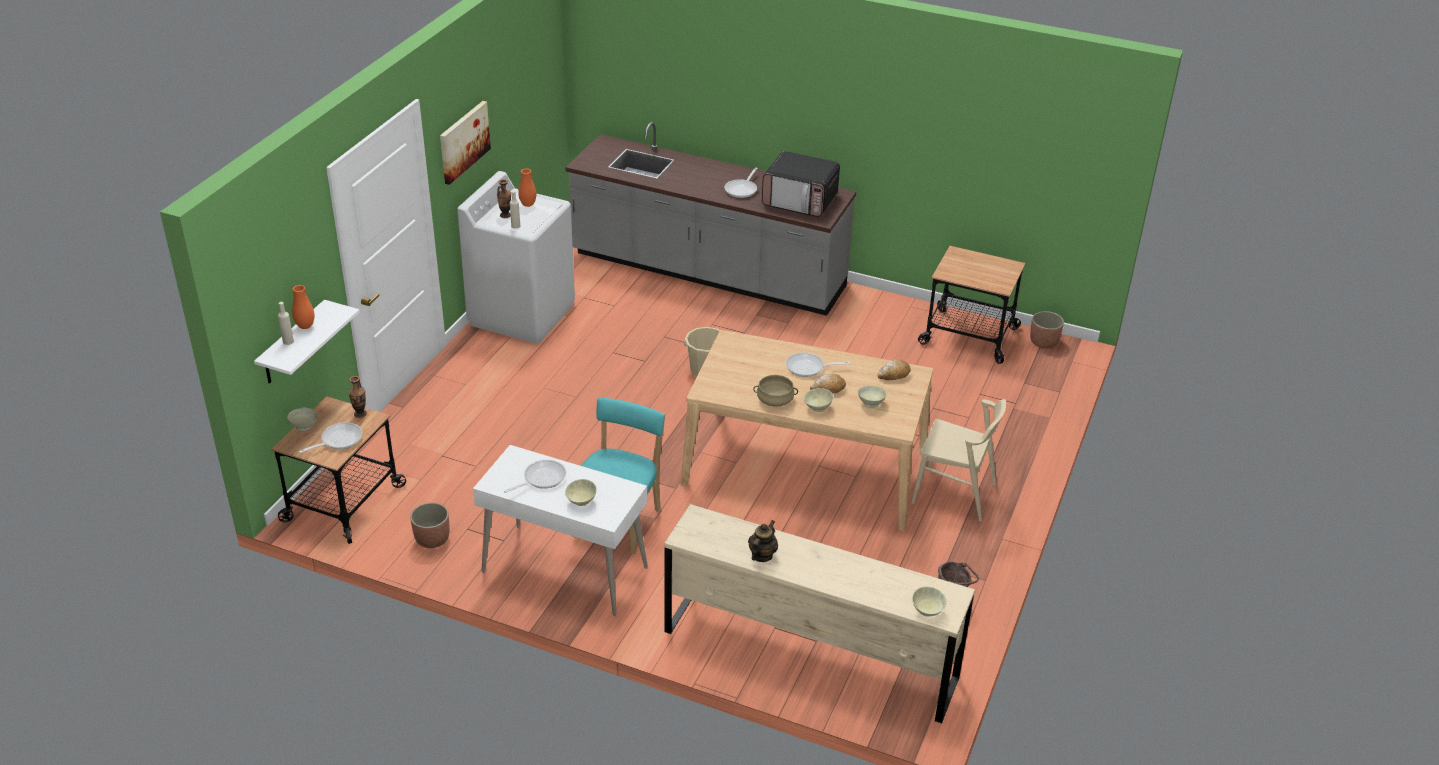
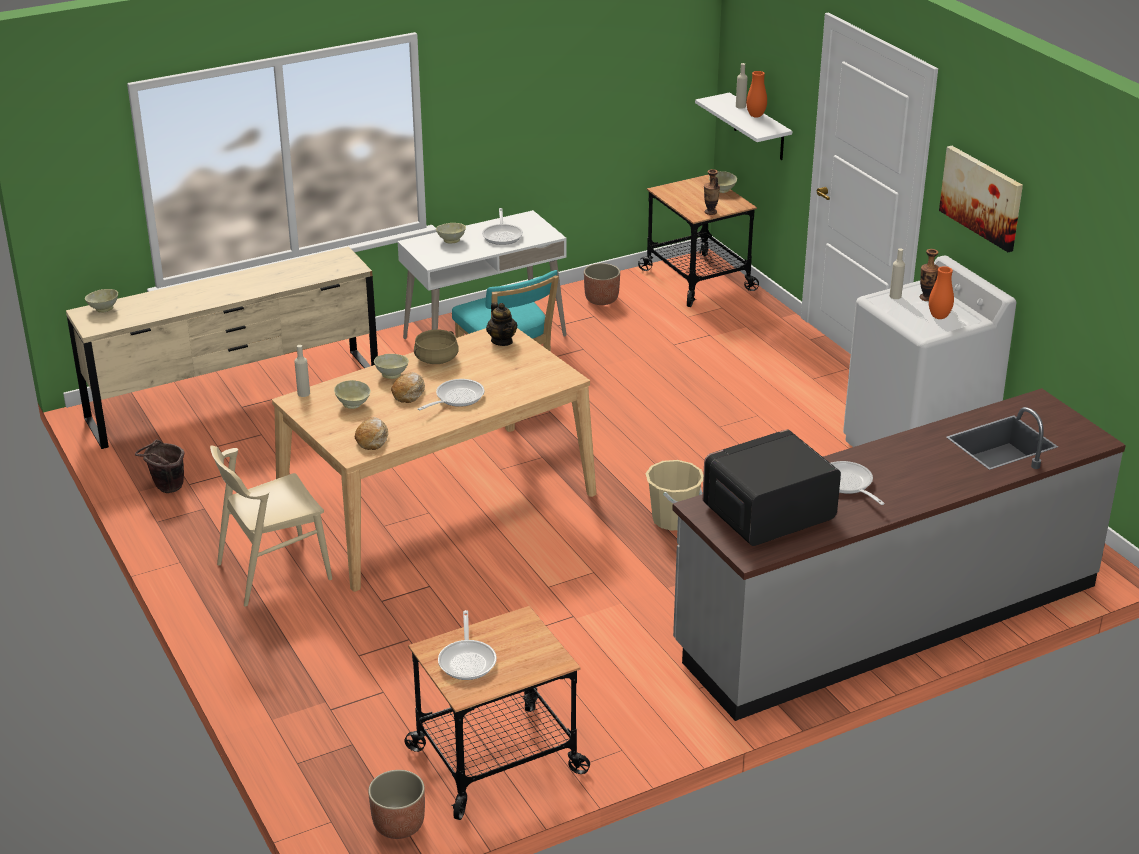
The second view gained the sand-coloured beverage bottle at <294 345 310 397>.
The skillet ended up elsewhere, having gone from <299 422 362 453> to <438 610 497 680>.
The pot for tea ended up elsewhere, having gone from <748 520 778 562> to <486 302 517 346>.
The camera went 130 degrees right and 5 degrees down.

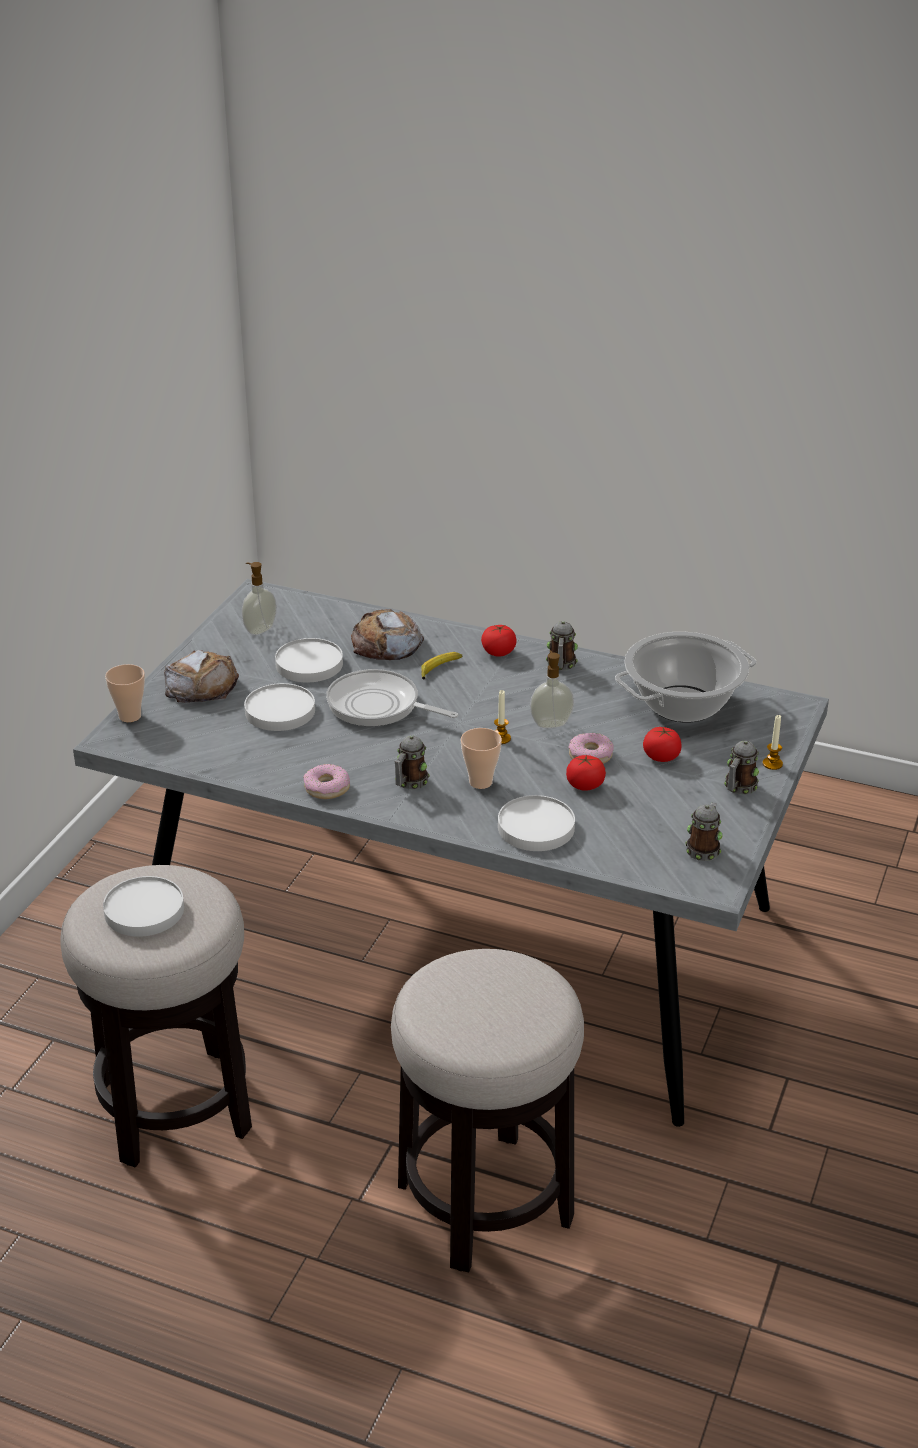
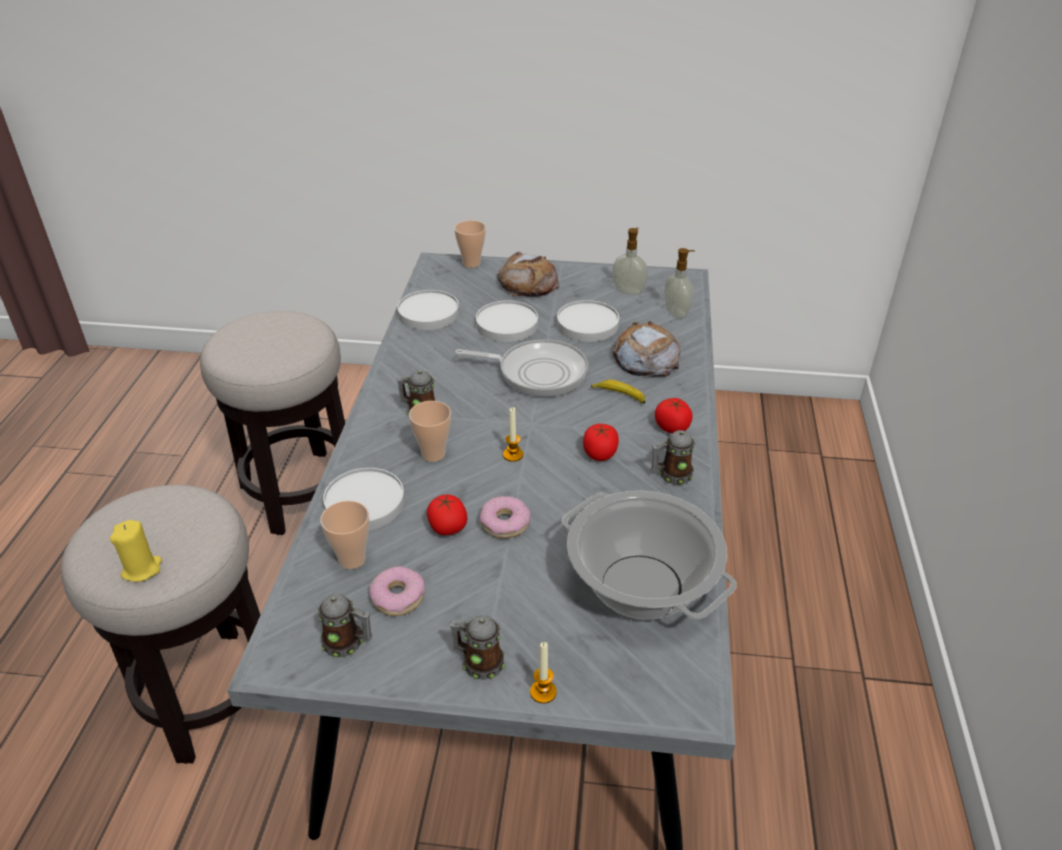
The second view gained the yellow candle at <110 520 162 582>.
The second view gained the small cup at <320 501 369 569>.
The whitish flat dish ended up elsewhere, having gone from <103 876 184 937> to <397 290 459 330>.
The ring doughnut ended up elsewhere, having gone from <303 764 350 799> to <369 566 425 616>.
The soap bottle ended up elsewhere, having gone from <530 651 574 728> to <664 248 695 318>.
The whole tomato ended up elsewhere, having gone from <643 727 681 762> to <583 424 619 461>.
The skillet at <326 669 458 726> ended up facing another way, 90 degrees clockwise from before.
The camera went 75 degrees right and 5 degrees up.

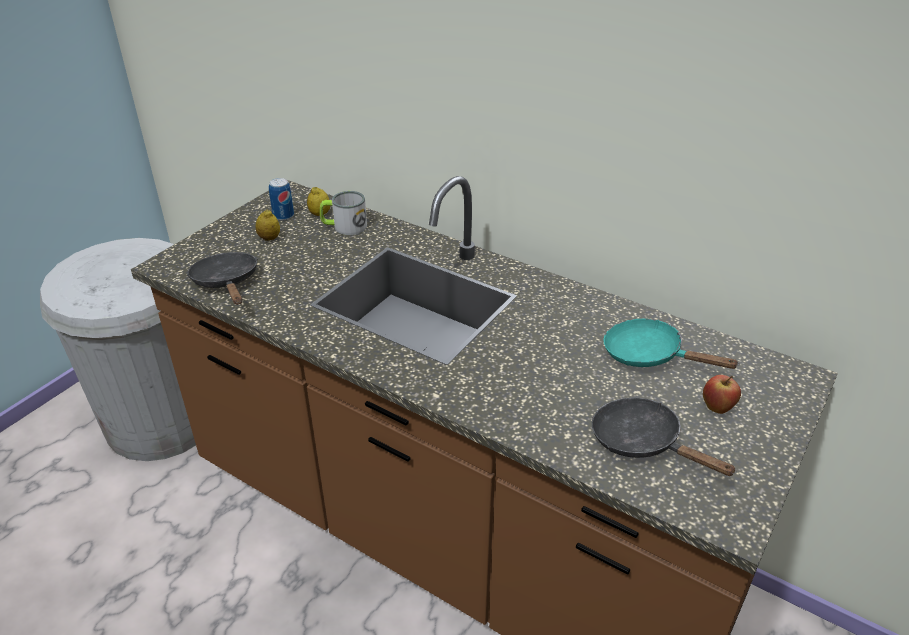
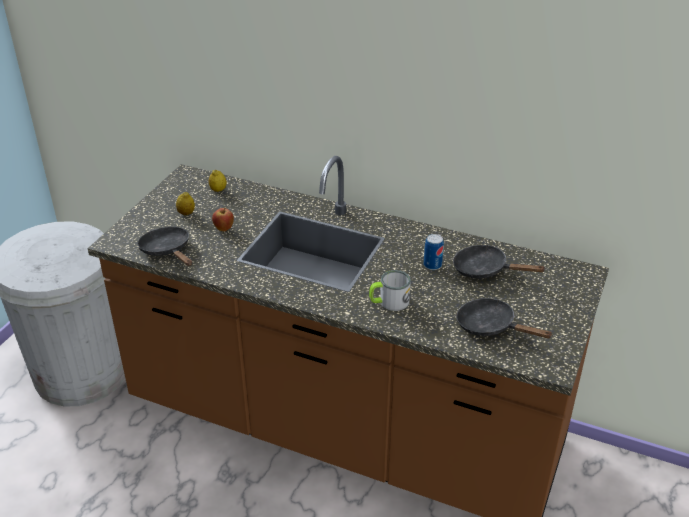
The sealed can ended up elsewhere, having gone from <269 178 294 221> to <424 234 444 270>.
The mug ended up elsewhere, having gone from <320 191 367 235> to <369 270 411 311>.
The apple ended up elsewhere, having gone from <703 375 741 414> to <212 207 234 231>.
What was the turquoise skillet at <603 319 740 369> turned into the black skillet at <453 245 546 278>.
The camera went 10 degrees left and 0 degrees up.

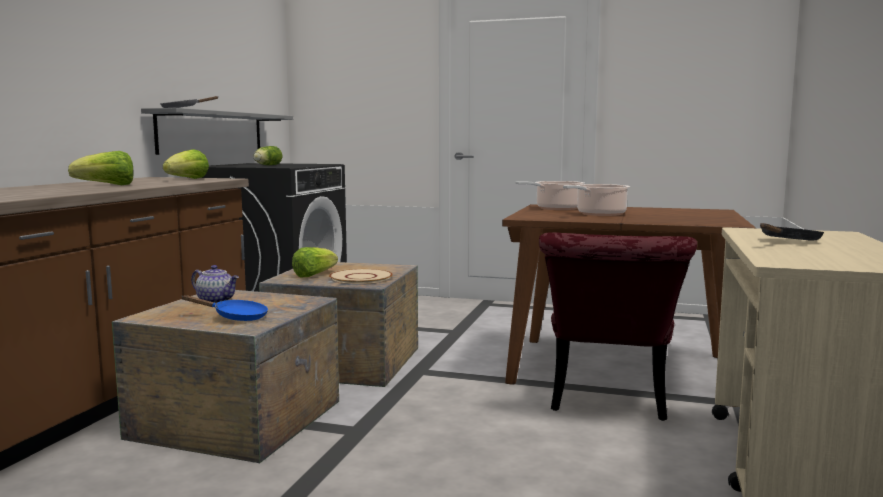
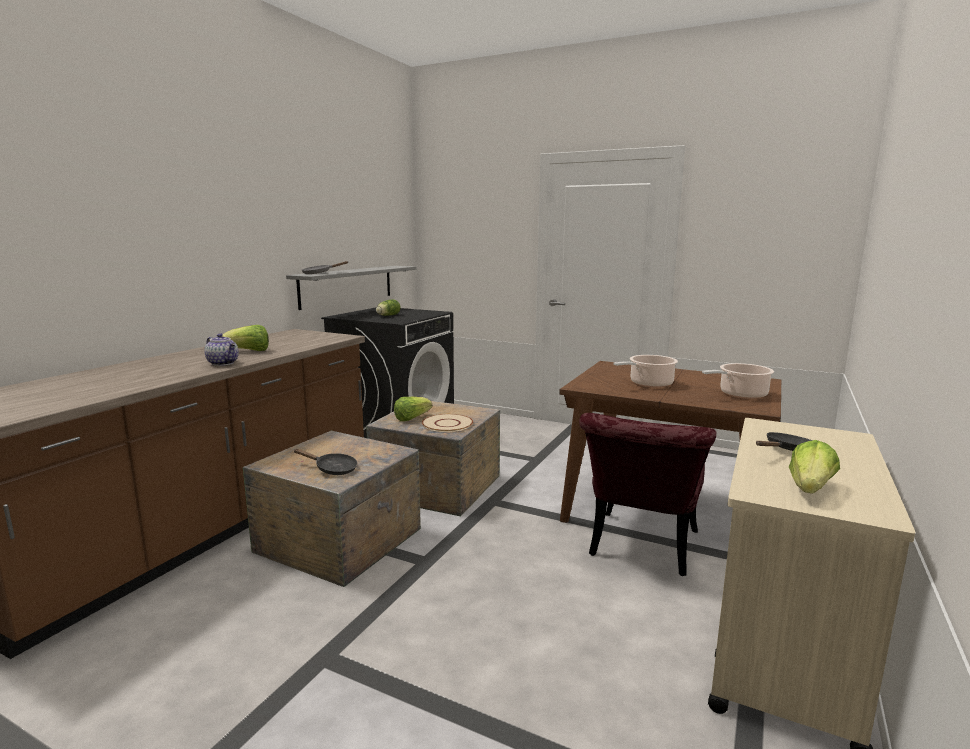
The head of lettuce ended up elsewhere, having gone from <163 149 209 179> to <789 440 840 494>.
The pot for tea ended up elsewhere, having gone from <191 265 239 303> to <204 333 239 366>.
The cooking pot ended up elsewhere, having gone from <515 181 584 210> to <702 363 774 399>.
What was the blue-coloured skillet at <181 295 268 321> turned into the black skillet at <294 449 357 475>.
The camera went 10 degrees right and 5 degrees up.

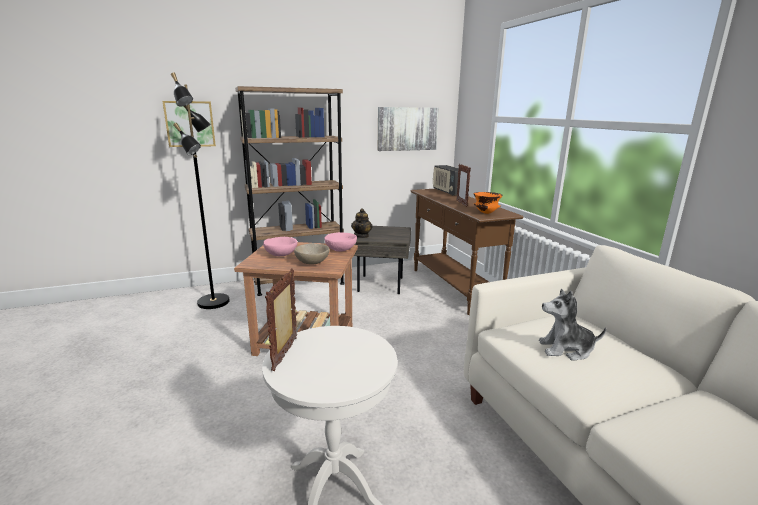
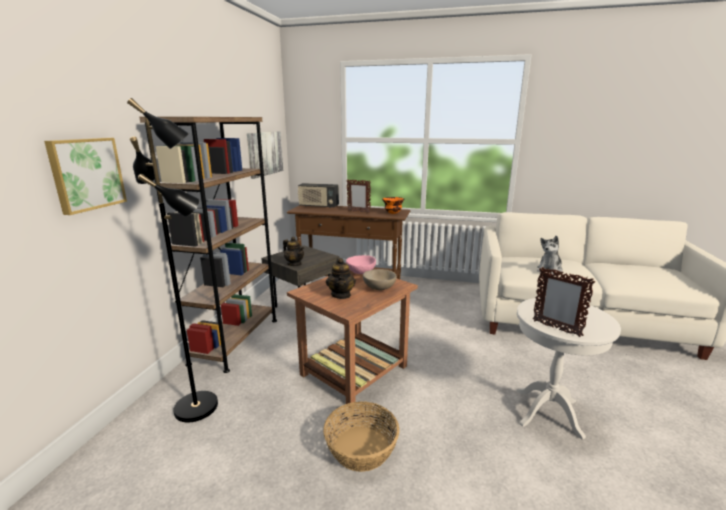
The second view gained the storage basket at <323 401 400 472>.
Where the pinkish deep dish stood at <263 237 297 256>, the pot for tea came to stand at <326 258 356 299>.
The camera went 55 degrees left and 0 degrees up.

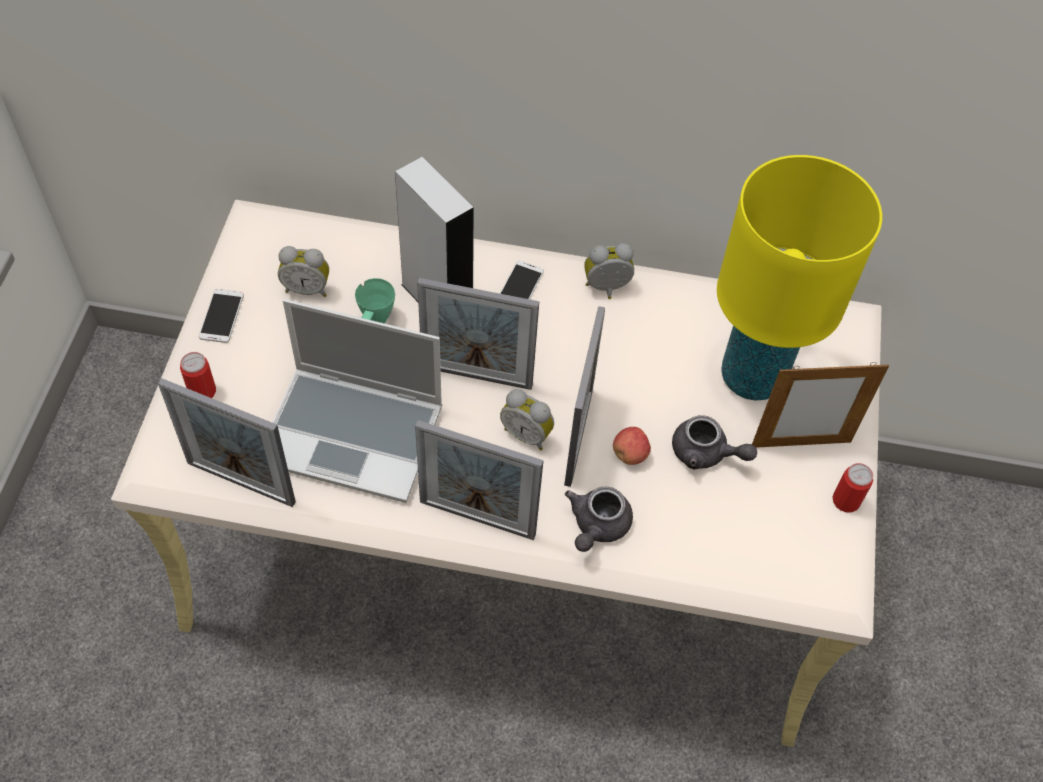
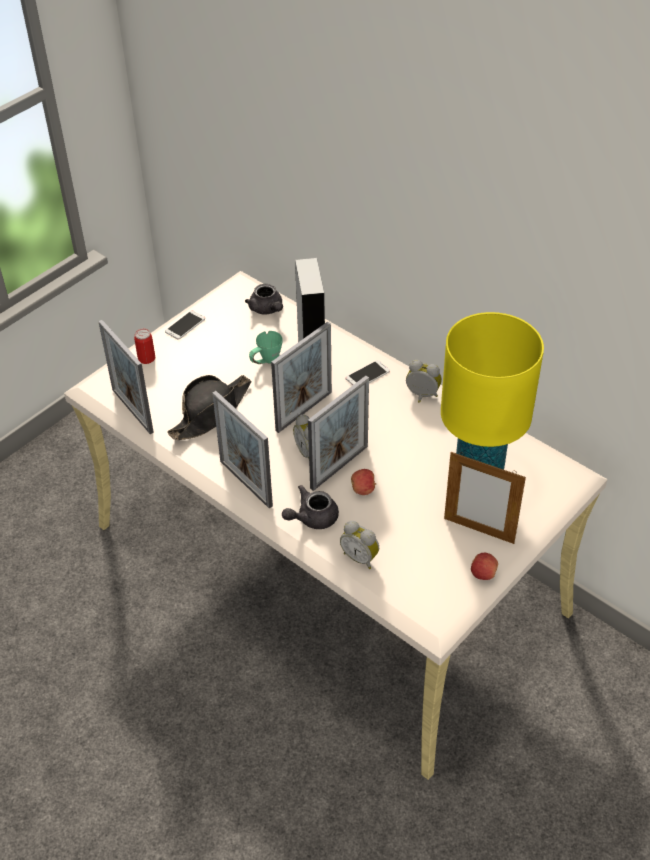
The table clock ended up elsewhere, having gone from <278 246 329 297> to <340 521 379 569>.
The greyish pot for tea ended up elsewhere, having gone from <672 415 757 470> to <245 284 283 315>.
Where the portable computer stood at <272 299 442 503>, the black wearable hat came to stand at <167 375 251 440>.
Where the sealed can stood at <832 463 873 512>, the apple came to stand at <471 553 498 580>.
The photo frame at <417 278 539 390> ended up facing another way, 90 degrees counterclockwise from before.
The camera went 35 degrees right and 10 degrees down.

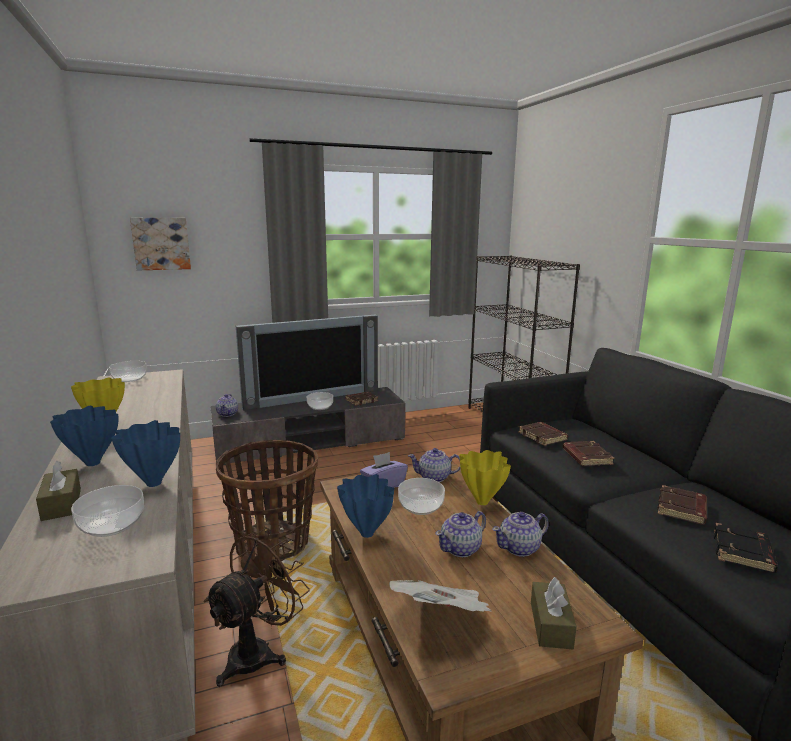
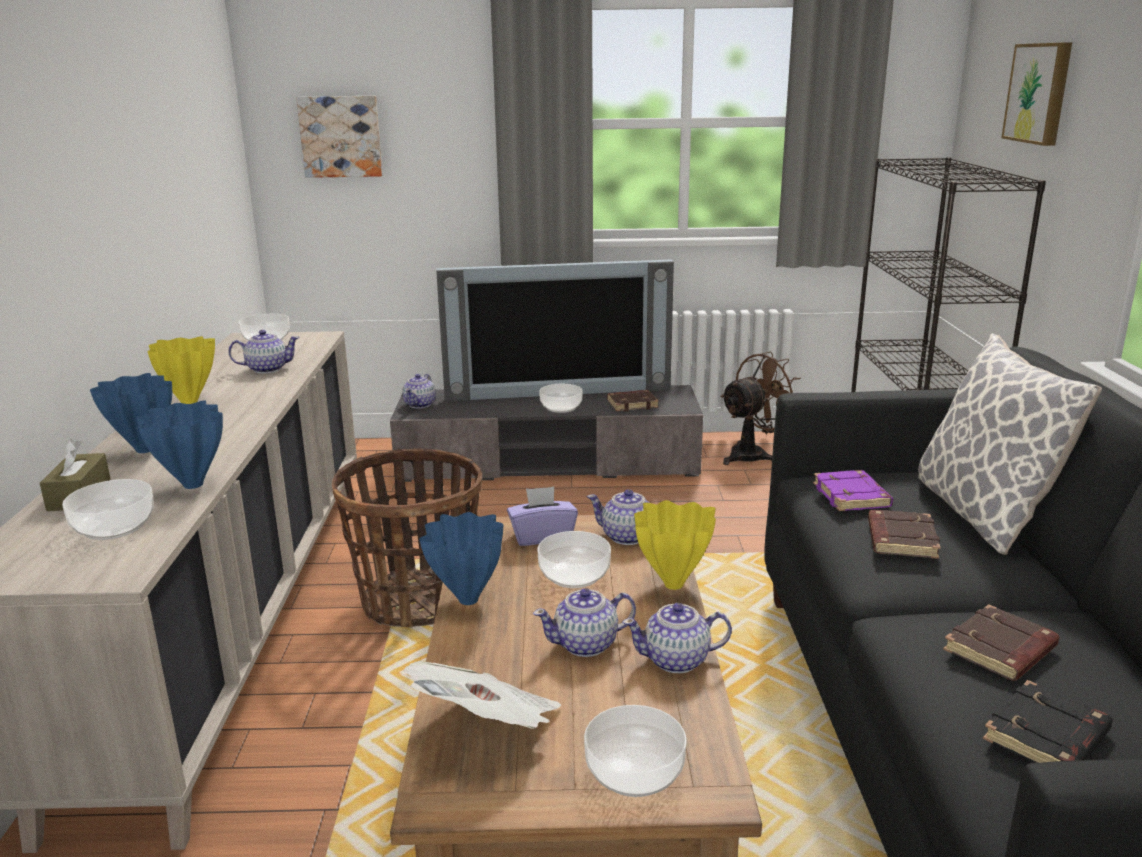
The second view gained the pot for tea at <228 330 300 373>.
The second view gained the throw pillow at <918 333 1102 555>.
The second view gained the wall picture at <1001 42 1072 146>.
The brown cooling fan ended up elsewhere, having gone from <204 528 310 687> to <720 352 801 465>.
Where the brown tissue holder stood at <531 577 577 649>, the deep dish came to stand at <584 705 687 797>.
What was the brown book at <518 422 568 446> turned into the purple-coloured book at <813 470 893 511>.
The camera went 20 degrees right and 5 degrees up.

